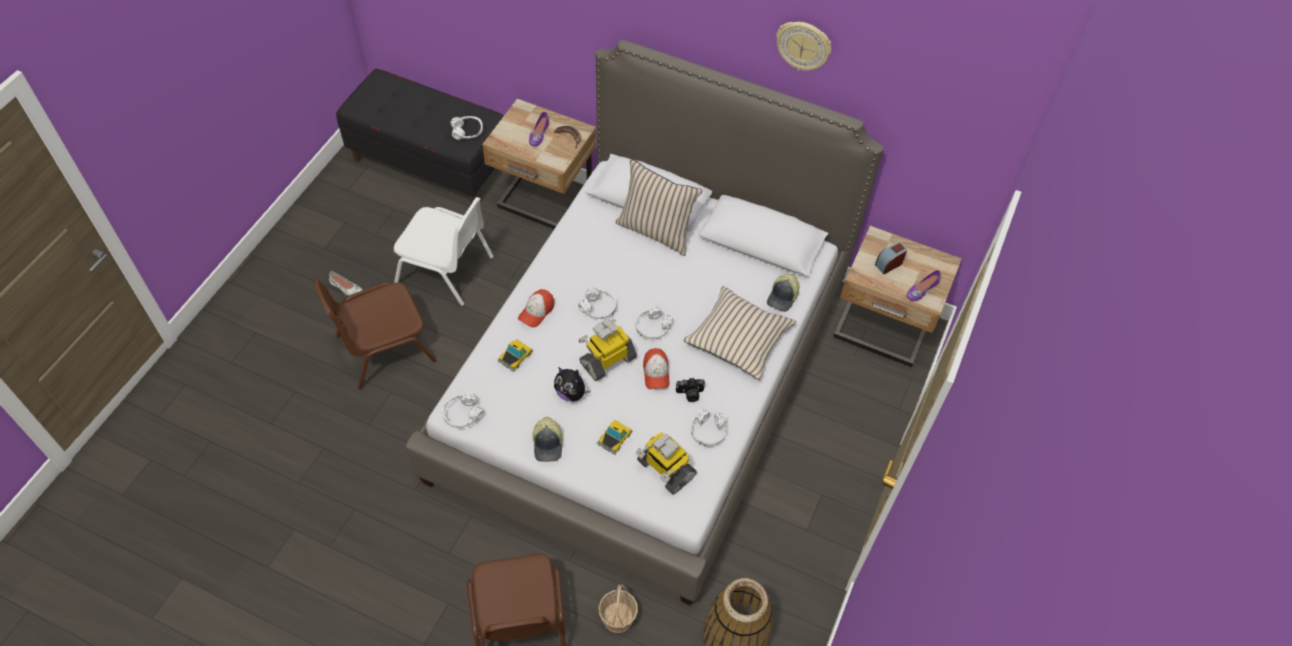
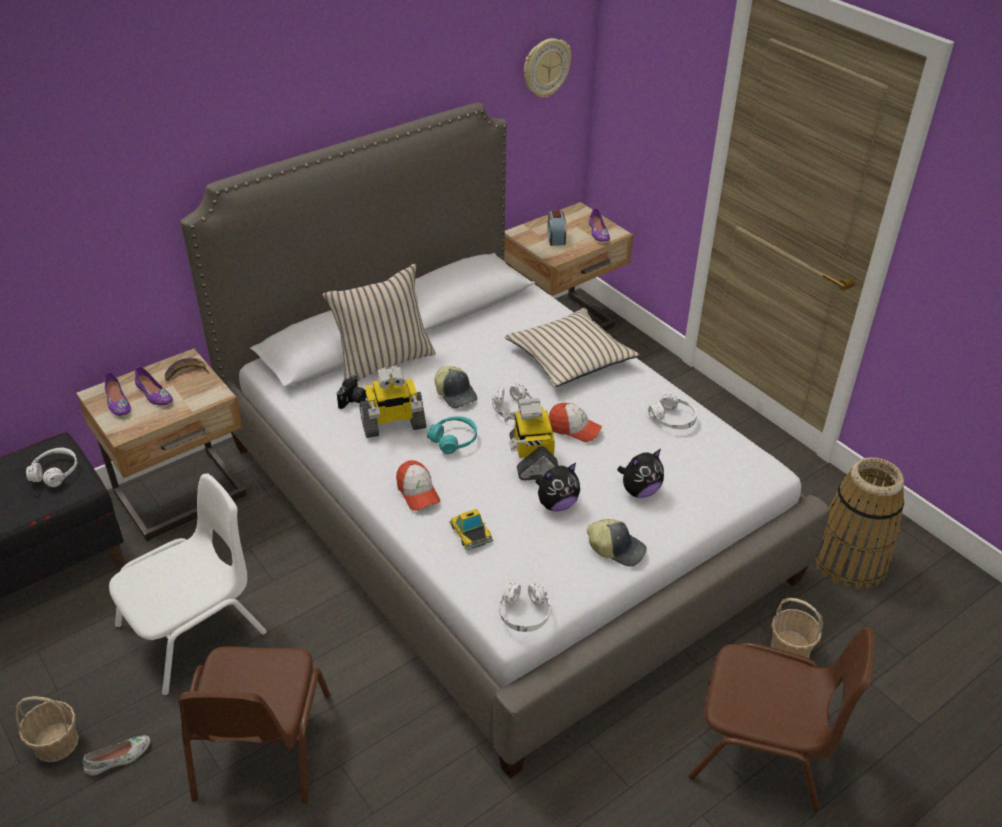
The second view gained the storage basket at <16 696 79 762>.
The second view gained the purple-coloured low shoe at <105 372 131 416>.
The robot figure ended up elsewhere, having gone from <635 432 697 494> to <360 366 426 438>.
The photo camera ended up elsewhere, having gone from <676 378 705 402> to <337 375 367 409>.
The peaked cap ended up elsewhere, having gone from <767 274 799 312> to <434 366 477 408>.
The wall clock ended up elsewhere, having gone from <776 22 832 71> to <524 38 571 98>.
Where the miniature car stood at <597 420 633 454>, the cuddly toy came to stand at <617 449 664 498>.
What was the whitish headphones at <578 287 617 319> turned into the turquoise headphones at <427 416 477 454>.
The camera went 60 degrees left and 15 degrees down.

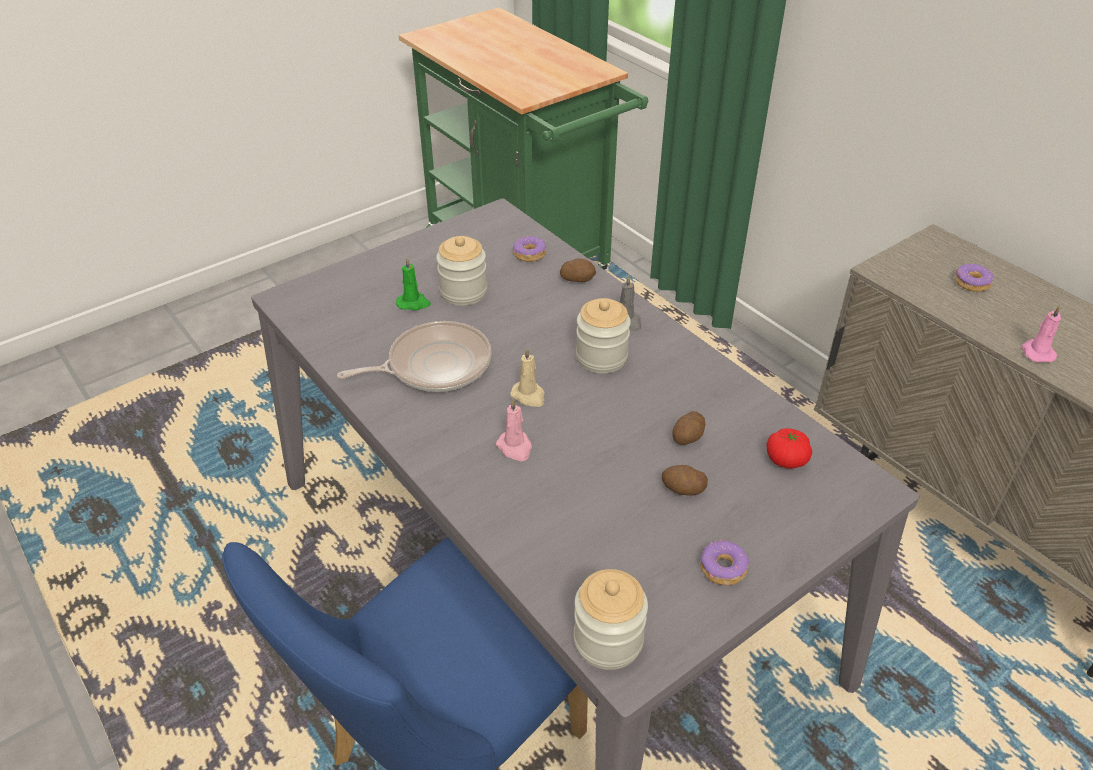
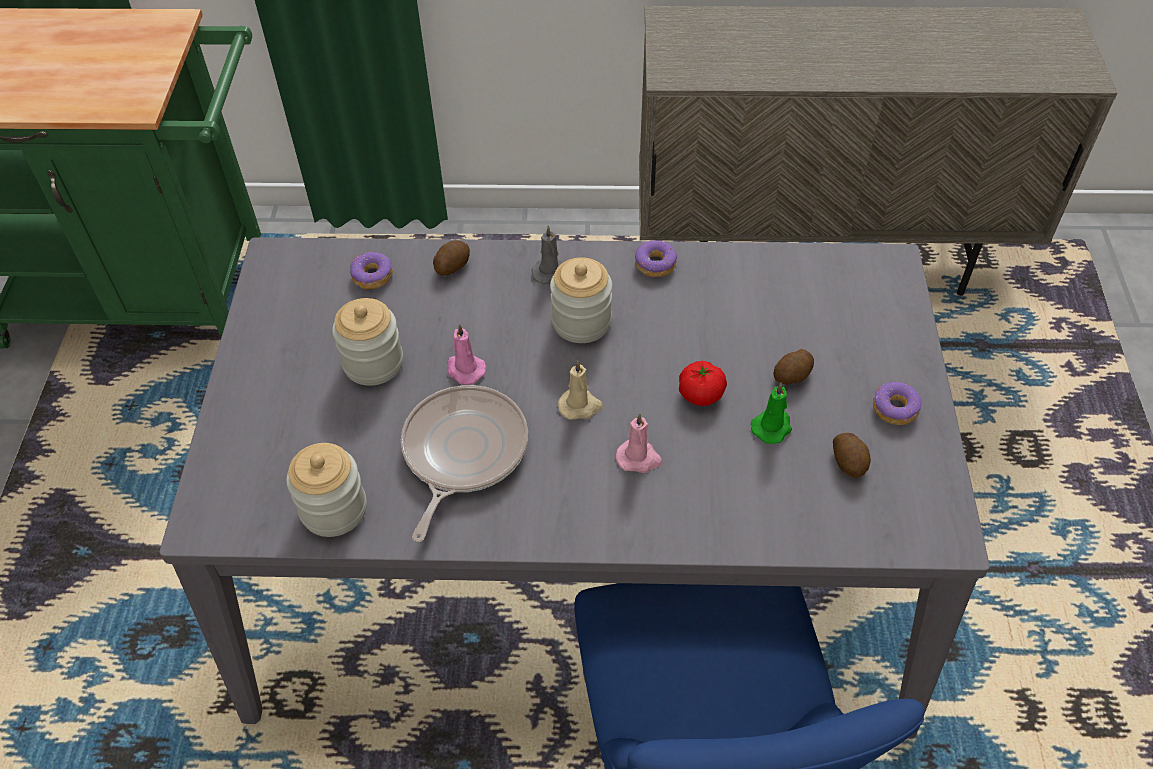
The greenish candle ended up elsewhere, having gone from <396 257 431 310> to <751 383 792 444>.
The jar ended up elsewhere, having gone from <574 569 648 670> to <286 443 367 537>.
The whole potato ended up elsewhere, having gone from <672 411 705 445> to <833 433 871 478>.
The whole tomato ended up elsewhere, having gone from <766 428 812 469> to <679 361 727 406>.
The ring doughnut ended up elsewhere, having gone from <955 264 994 292> to <635 240 678 277>.
The pinkish candle ended up elsewhere, having gone from <1022 305 1061 362> to <447 324 486 385>.
The camera went 50 degrees left and 10 degrees up.

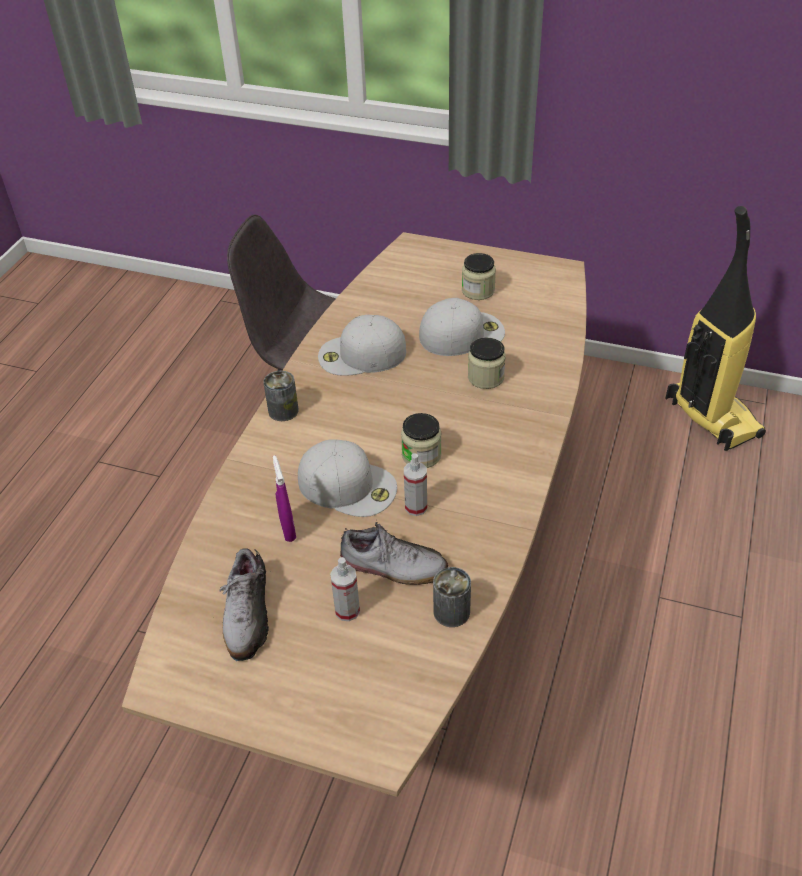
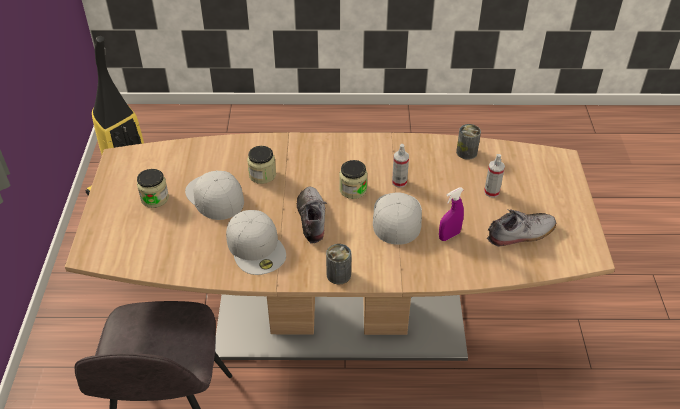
The low shoe ended up elsewhere, having gone from <340 522 448 593> to <297 186 327 244>.
The camera went 110 degrees left and 0 degrees up.

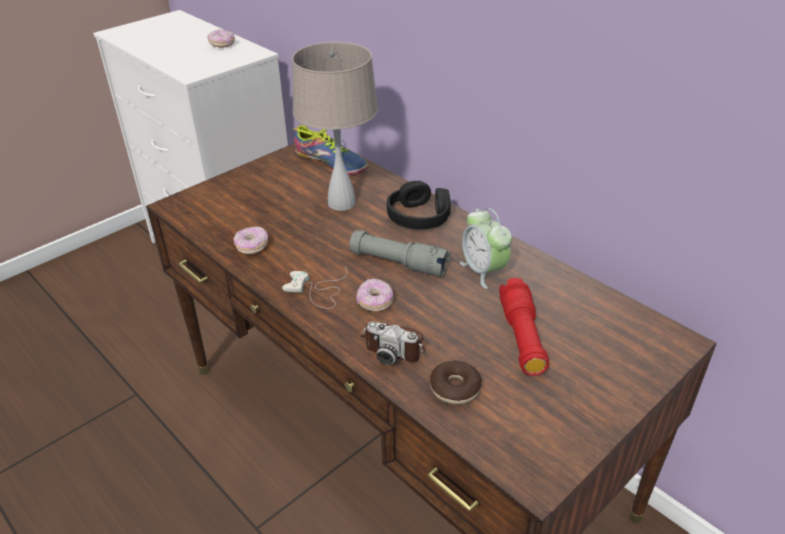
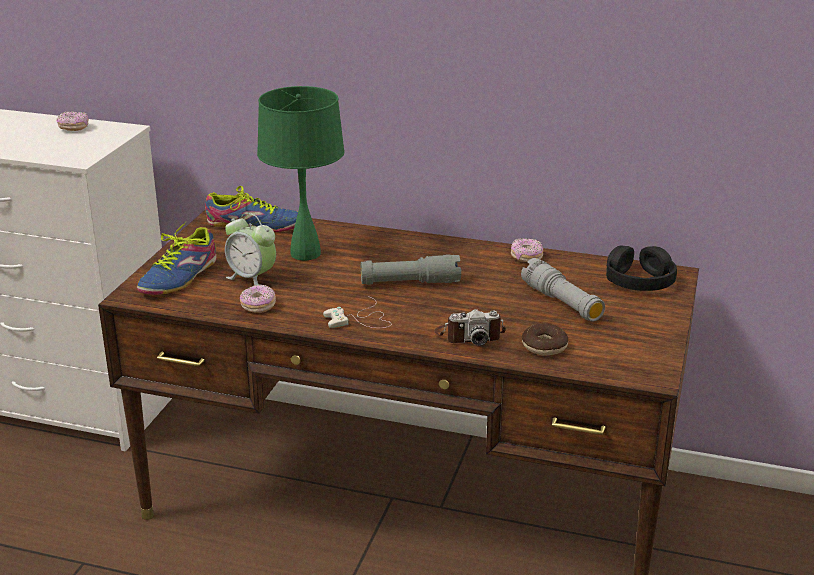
The second view gained the low shoe at <137 222 217 295>.
The ring doughnut ended up elsewhere, having gone from <356 279 393 311> to <511 238 543 262>.
The black headphones ended up elsewhere, having gone from <387 181 451 230> to <606 246 677 291>.
The table clock ended up elsewhere, having gone from <460 208 512 289> to <225 213 276 285>.
What was the sand-coloured lamp for a table at <292 42 378 211> turned into the greenish lamp for a table at <257 86 345 261>.
What was the red torch at <499 278 549 376> turned into the greyish torch at <521 258 605 322>.
The camera went 30 degrees left and 10 degrees down.

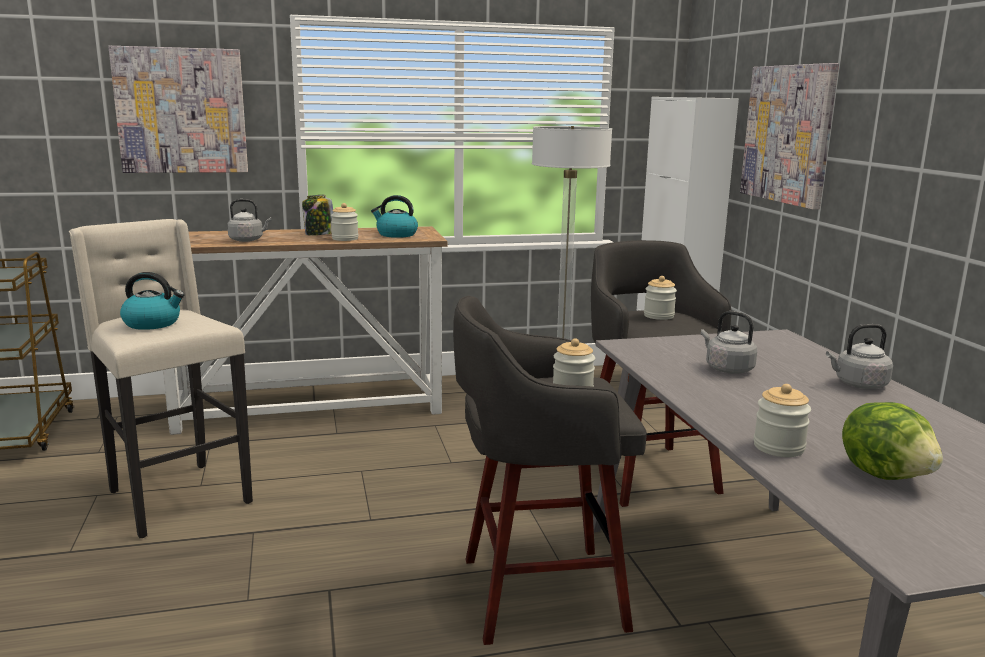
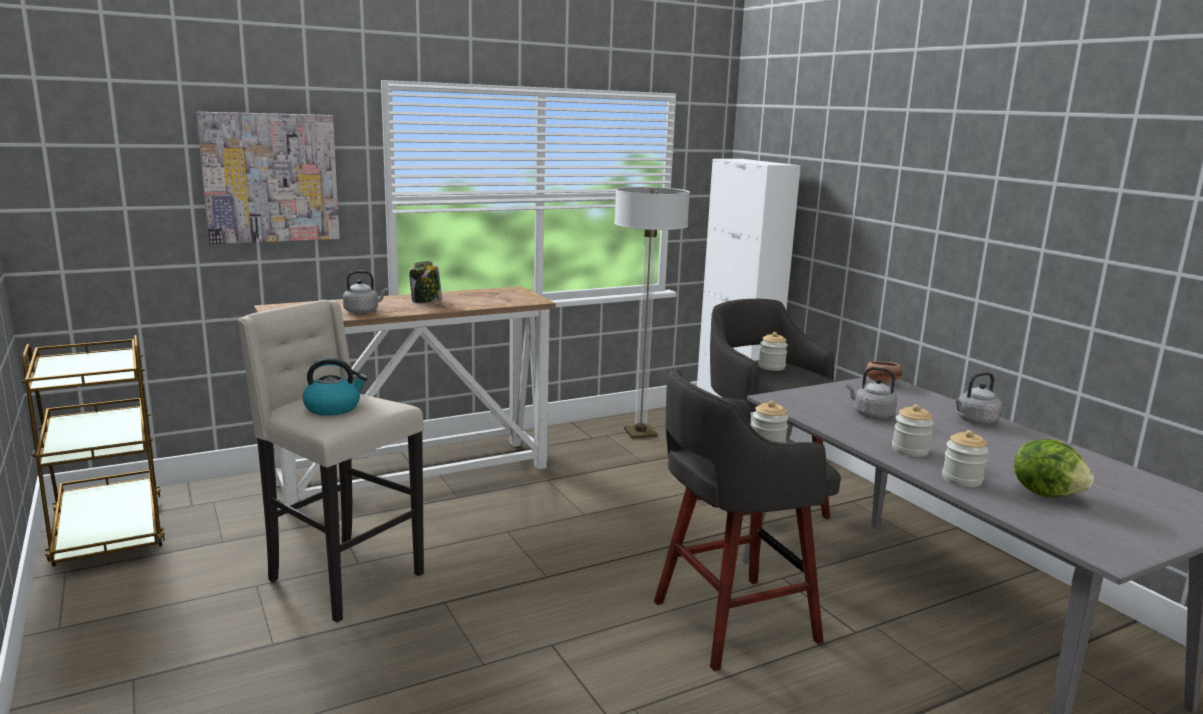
The second view lost the tea kettle at <371 195 418 238>.
The second view lost the wall picture at <740 63 839 209>.
The second view gained the deep dish at <866 361 902 383>.
The jar ended up elsewhere, having gone from <331 203 358 241> to <892 404 934 457>.
The camera went 15 degrees left and 0 degrees up.

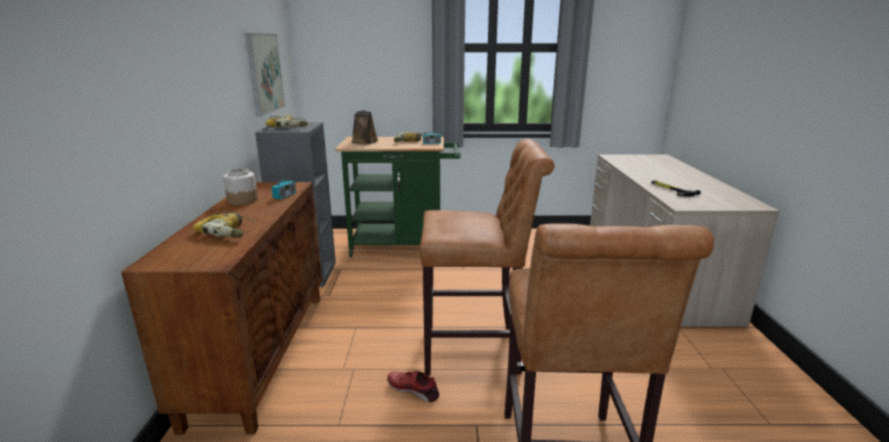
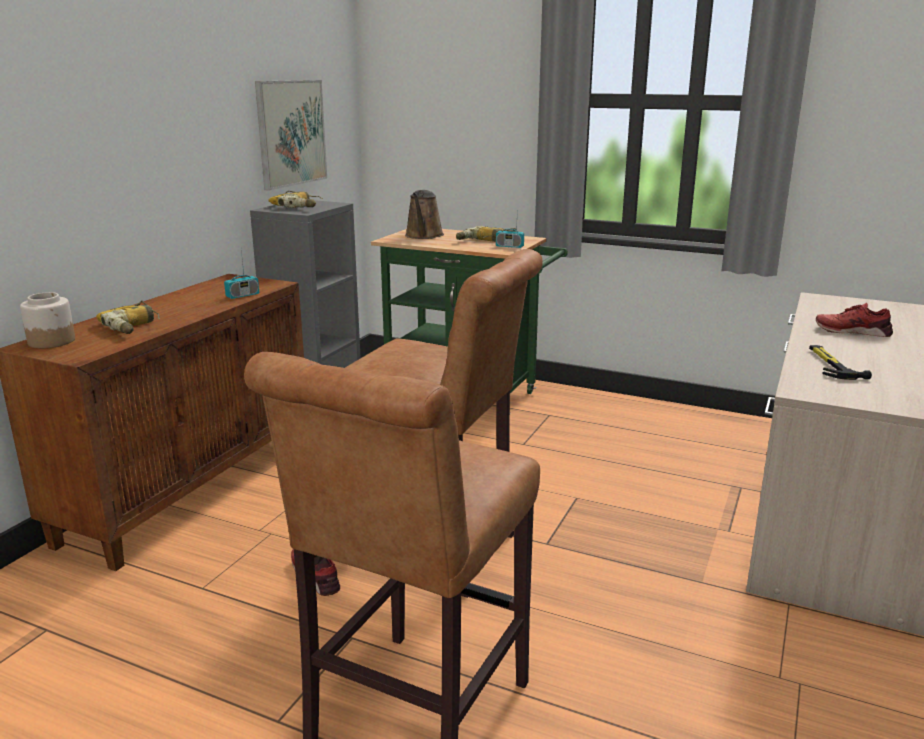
The second view gained the red low shoe at <816 303 893 337>.
The jar ended up elsewhere, having gone from <223 168 258 205> to <20 292 75 348>.
The camera went 25 degrees right and 0 degrees up.

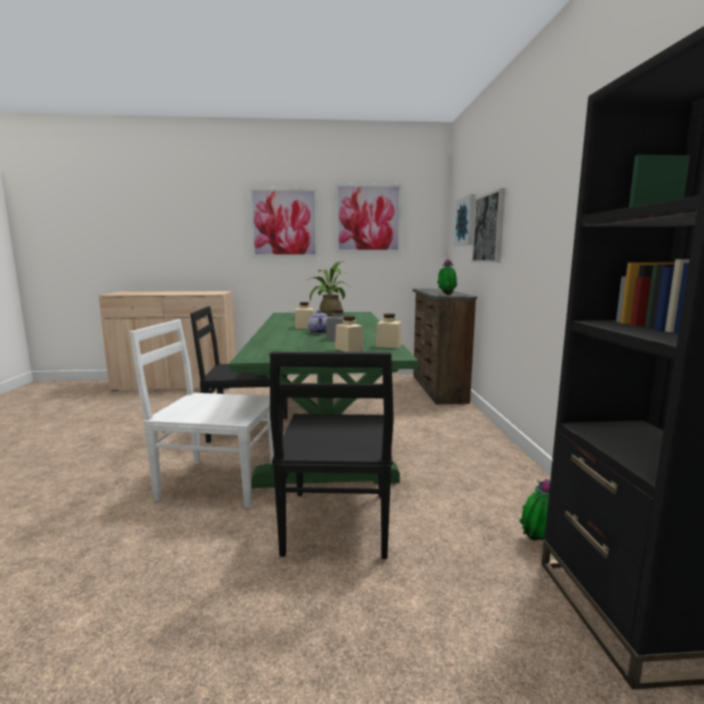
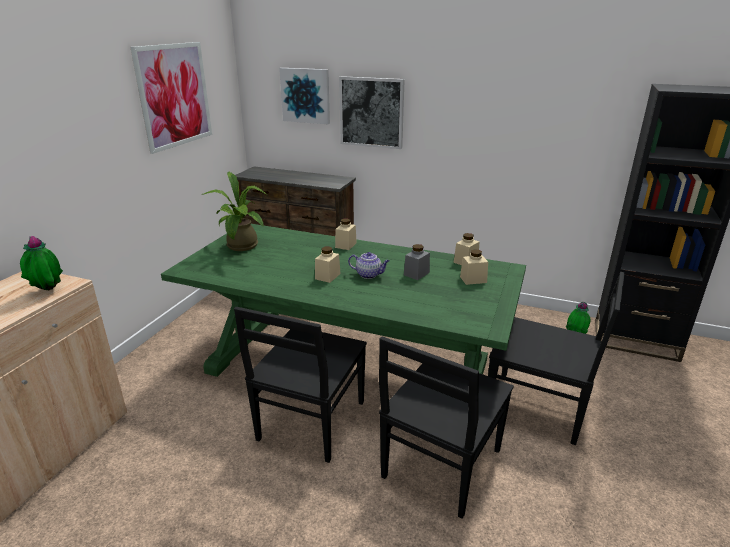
The second view lost the wall picture at <248 187 319 258>.
The second view gained the sand-coloured jar at <335 219 357 250>.
The plant in a pot ended up elsewhere, having gone from <437 258 457 295> to <20 236 63 290>.
What was the whitish upright chair at <130 319 274 508> turned into the black upright chair at <379 336 514 519>.
The camera went 65 degrees left and 15 degrees up.

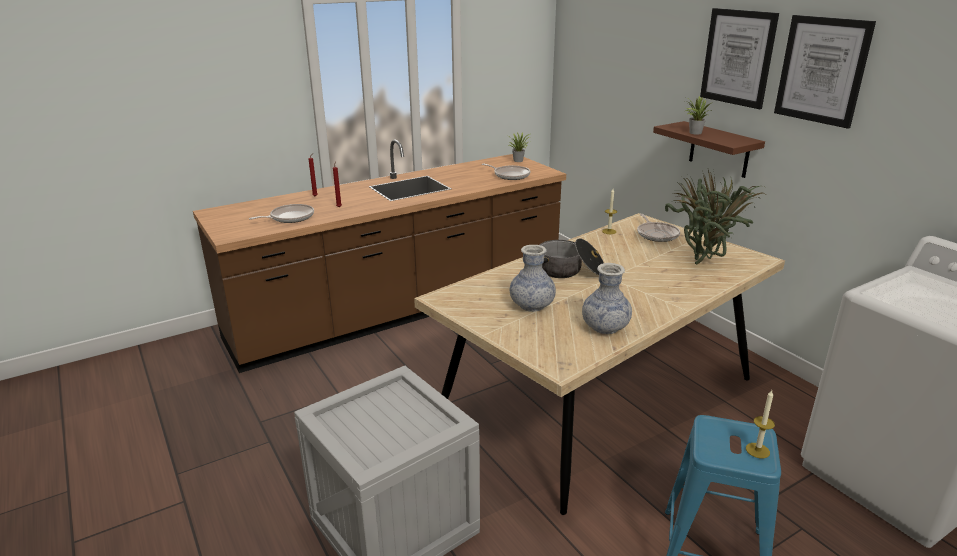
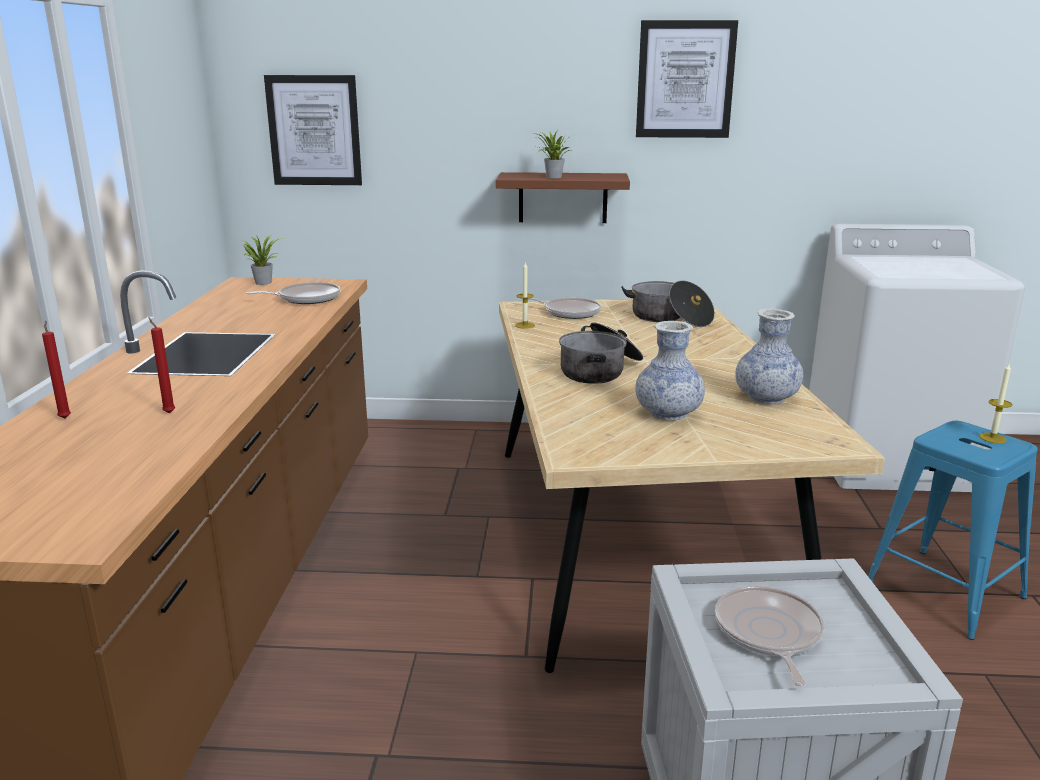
The skillet ended up elsewhere, having gone from <249 204 314 223> to <715 586 824 686>.
The wall picture ended up elsewhere, having gone from <700 8 779 109> to <264 75 362 185>.
Where the plant in a pot stood at <665 170 765 265>, the cooking pot came to stand at <621 280 715 327>.
The camera went 55 degrees left and 5 degrees down.

